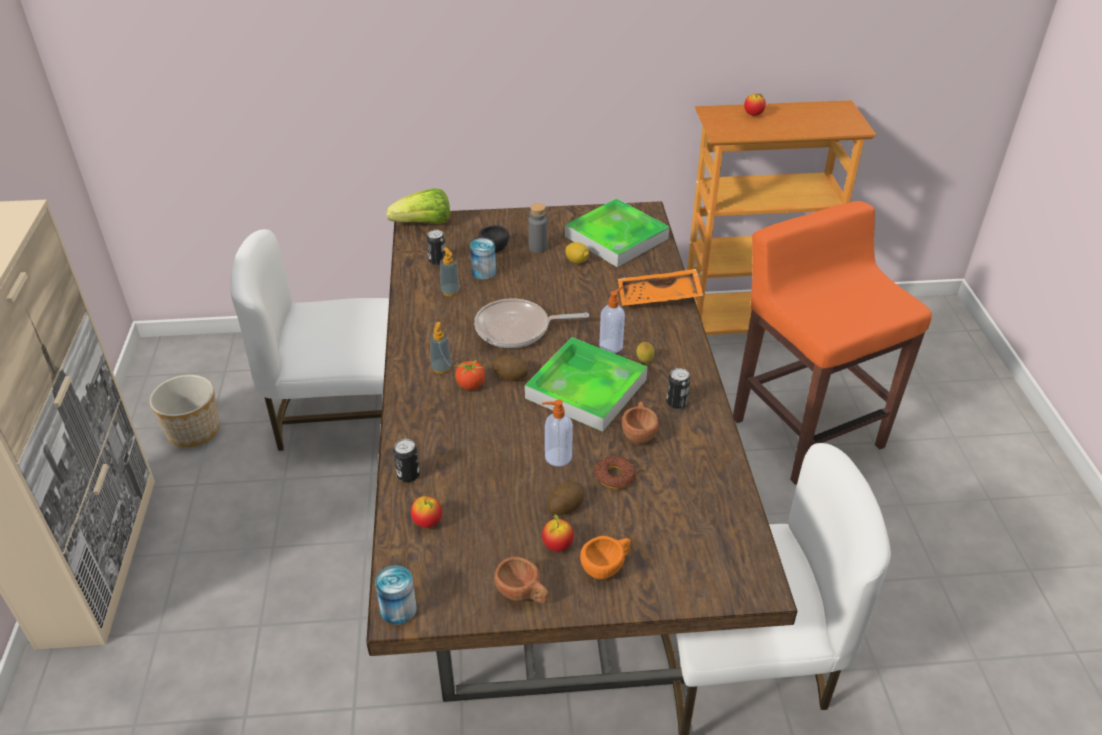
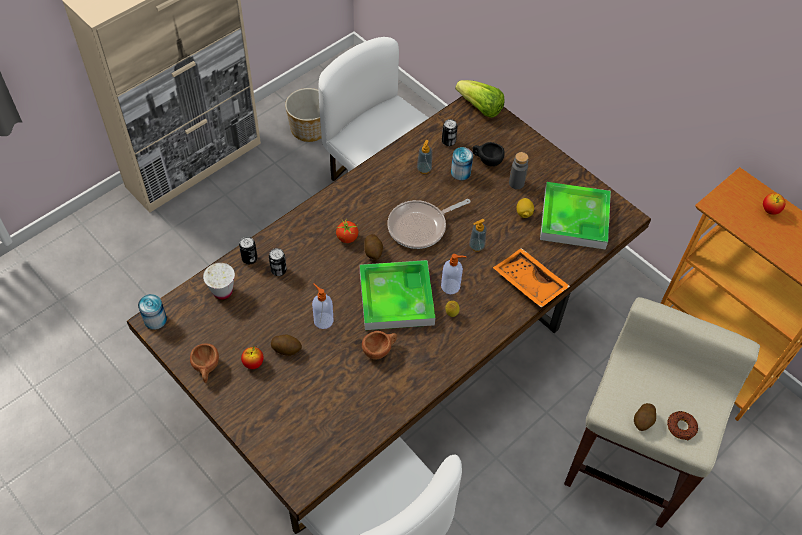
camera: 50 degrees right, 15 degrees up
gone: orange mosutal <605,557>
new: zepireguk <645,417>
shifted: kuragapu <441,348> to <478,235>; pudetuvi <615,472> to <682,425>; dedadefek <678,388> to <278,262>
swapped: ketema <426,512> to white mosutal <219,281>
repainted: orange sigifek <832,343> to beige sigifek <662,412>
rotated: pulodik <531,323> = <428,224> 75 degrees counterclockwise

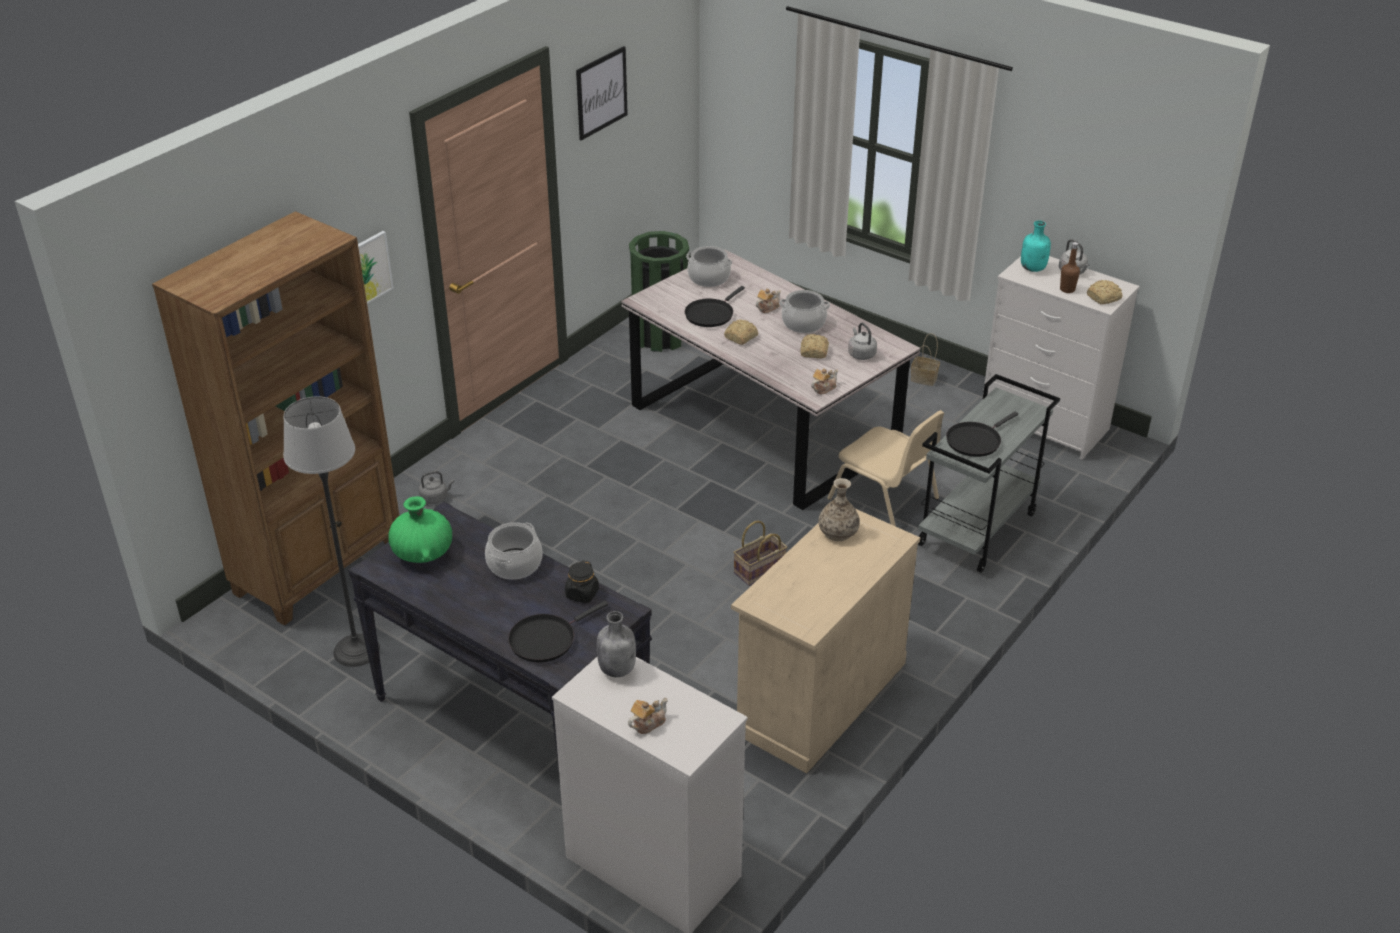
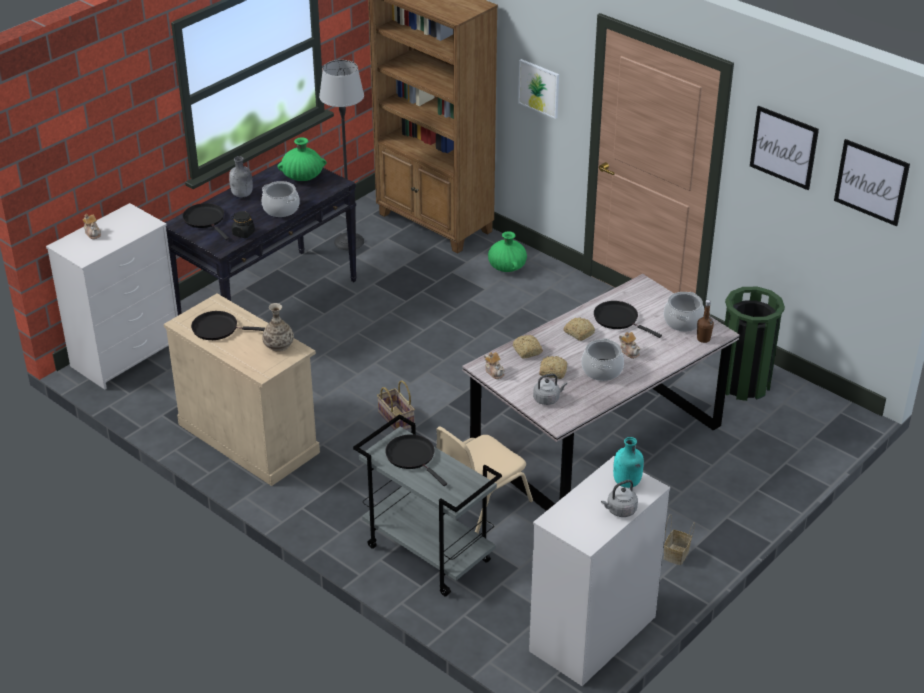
camera: 95 degrees right, 0 degrees up
new: black pulodik <228,325>; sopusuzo <872,182>
shifted: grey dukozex <616,644> to <241,177>; brown dukozex <1070,267> to <705,321>; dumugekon <1105,292> to <528,346>
swapped: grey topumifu <436,487> to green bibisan <507,251>

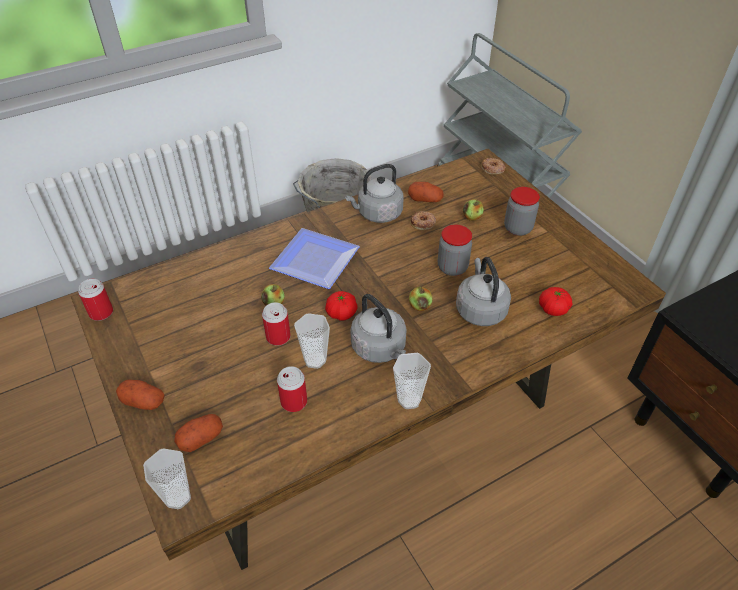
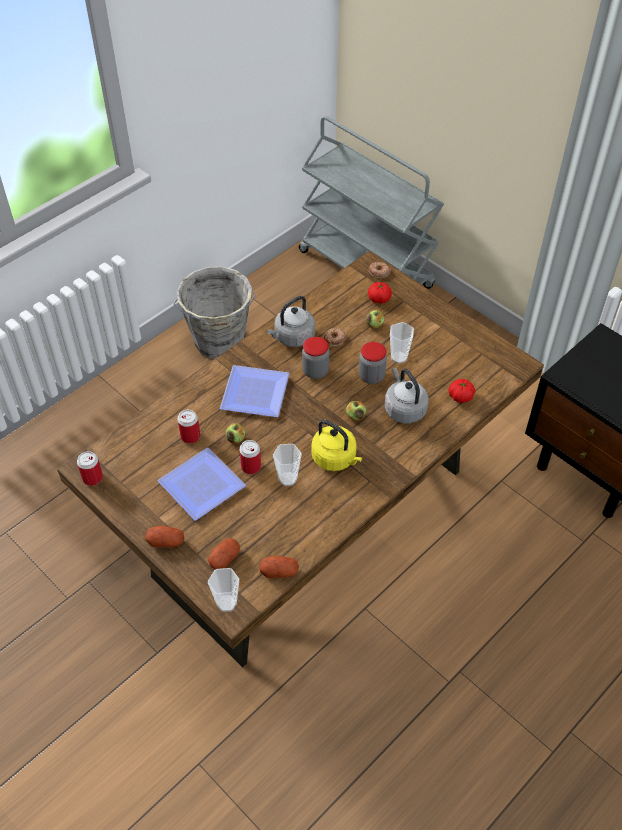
camera: 15 degrees left, 5 degrees up
new: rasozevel <202,484>
shifted: dedadefek <292,389> to <189,427>; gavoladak <341,306> to <380,293>; mosutal <412,381> to <402,343>; zepireguk <426,192> to <279,567>; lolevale <522,211> to <315,358>
repainted: grey topumifu <378,328> to yellow topumifu <336,445>

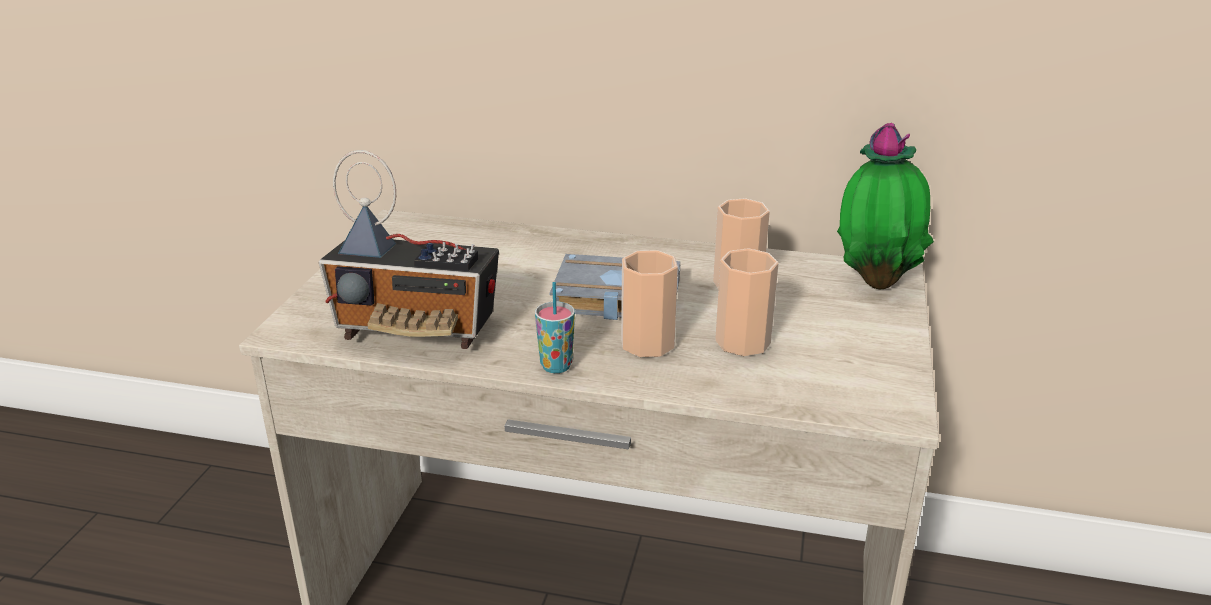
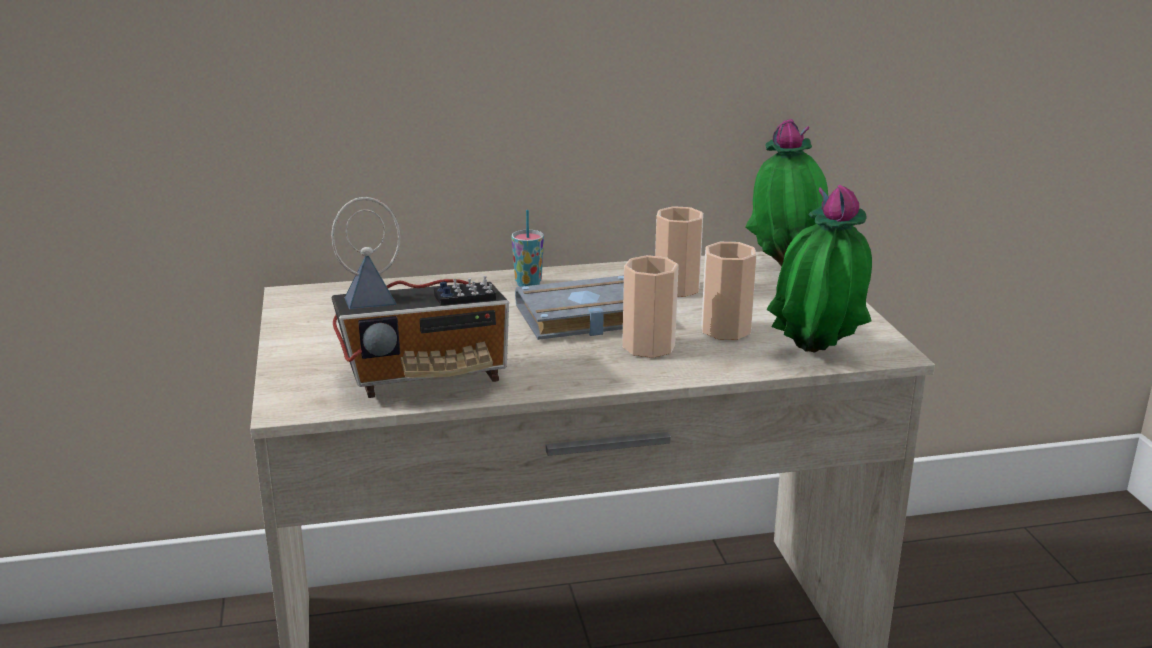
camera: 25 degrees left, 5 degrees down
new: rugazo <819,268>
shifted: mosutal <555,327> to <527,248>

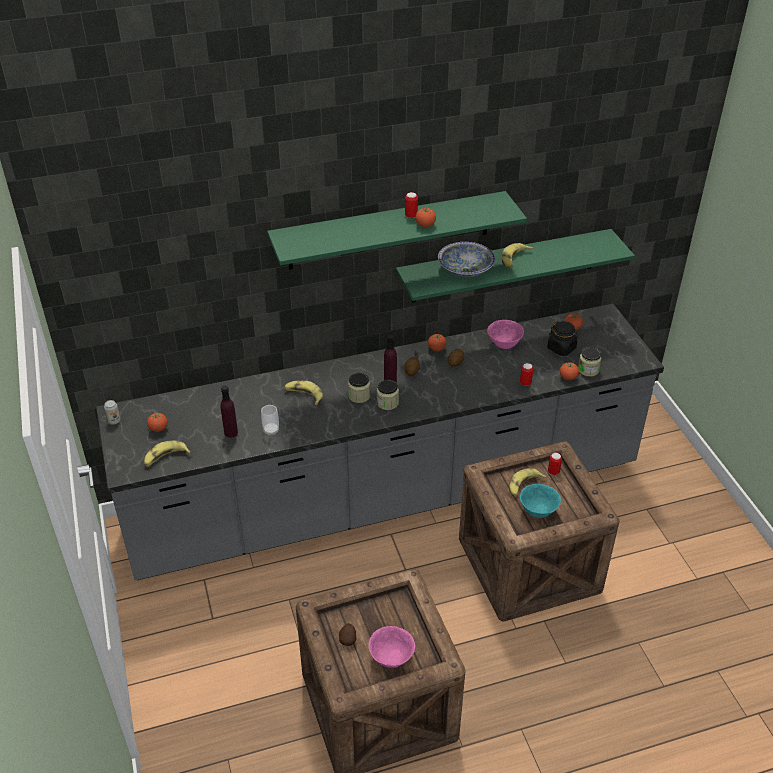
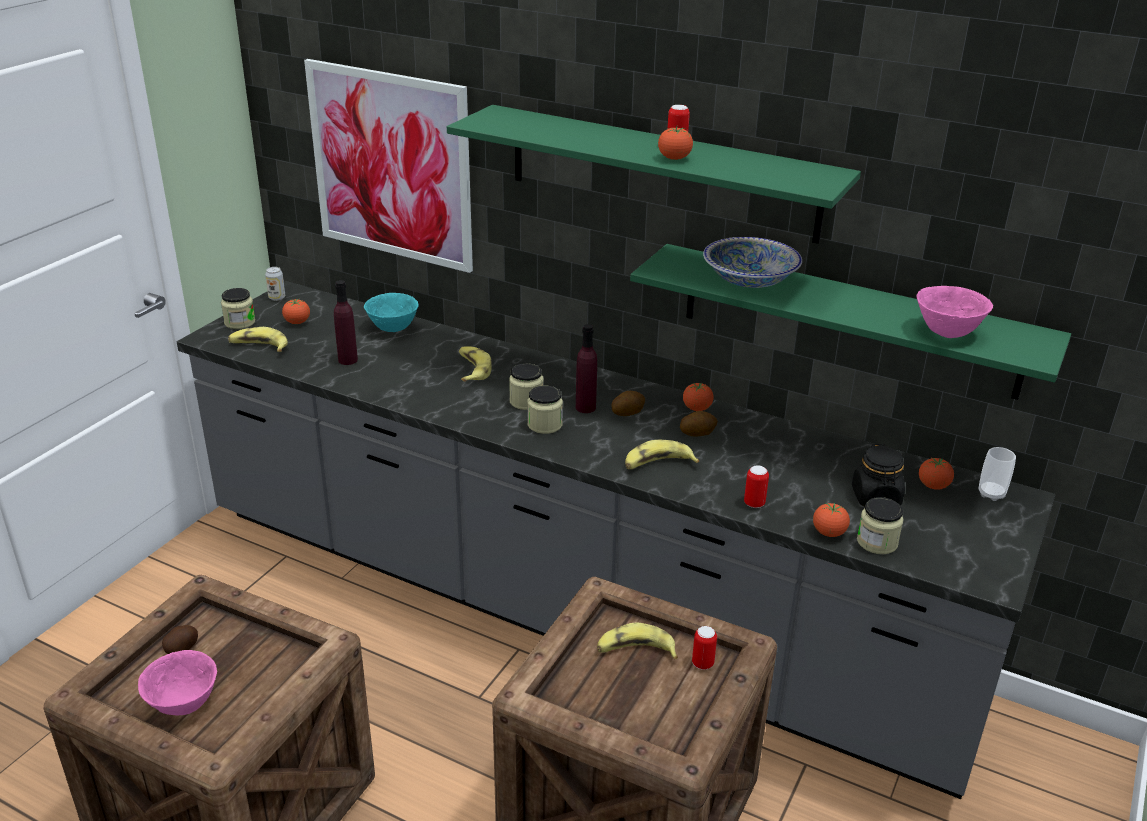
camera: 45 degrees right, 10 degrees down
new: lolevale <238,308>; sopusuzo <388,166>
shifted: mosutal <270,420> to <997,474>; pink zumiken <505,334> to <954,312>; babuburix <517,256> to <662,454>; turquoise zumiken <540,501> to <391,312>

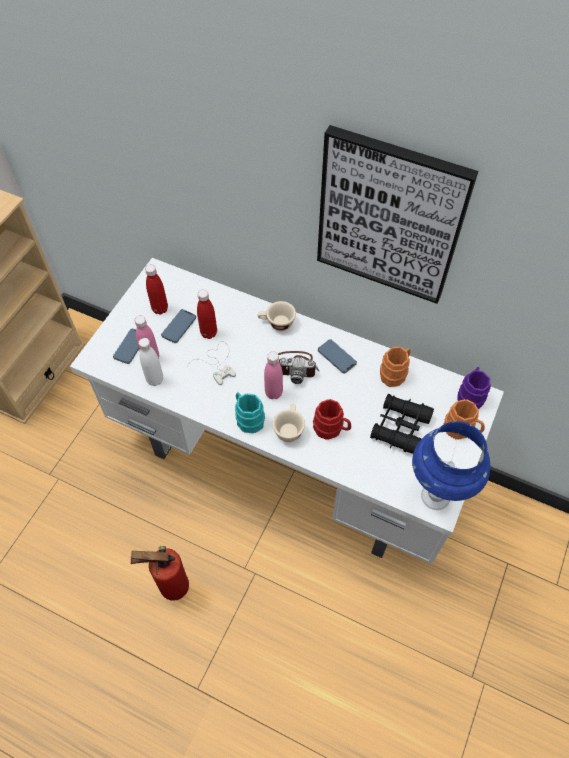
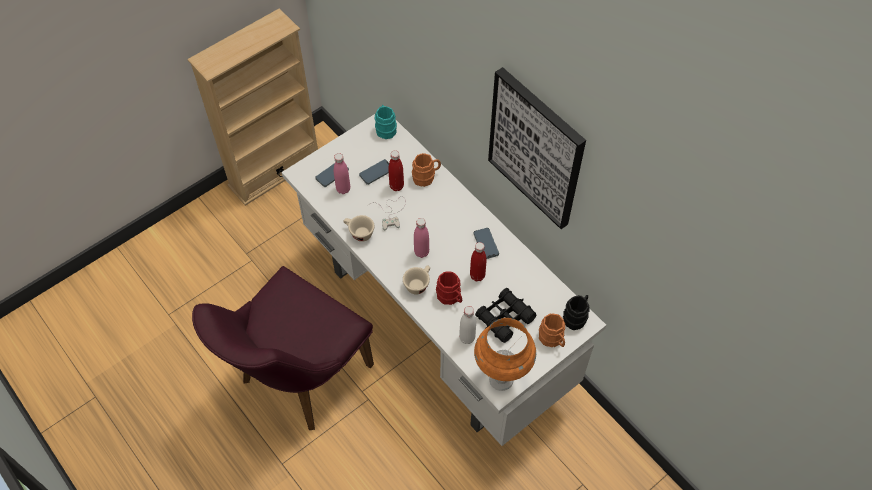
camera: 25 degrees right, 0 degrees up
gone: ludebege <298,367>
shifted: white dukozex <150,362> to <467,325>; red dukozex <156,290> to <478,261>; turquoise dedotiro <250,412> to <386,122>; beige mosutal <276,316> to <359,228>; orange dedotiro <395,367> to <426,170>
swapped: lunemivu <160,573> to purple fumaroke <283,348>
repainted: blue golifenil <451,465> to orange golifenil <505,354>; purple dedotiro <474,388> to black dedotiro <576,312>

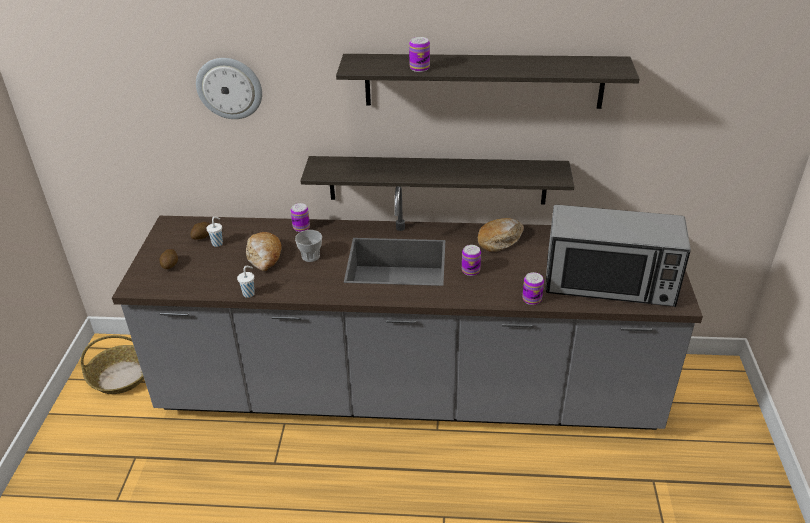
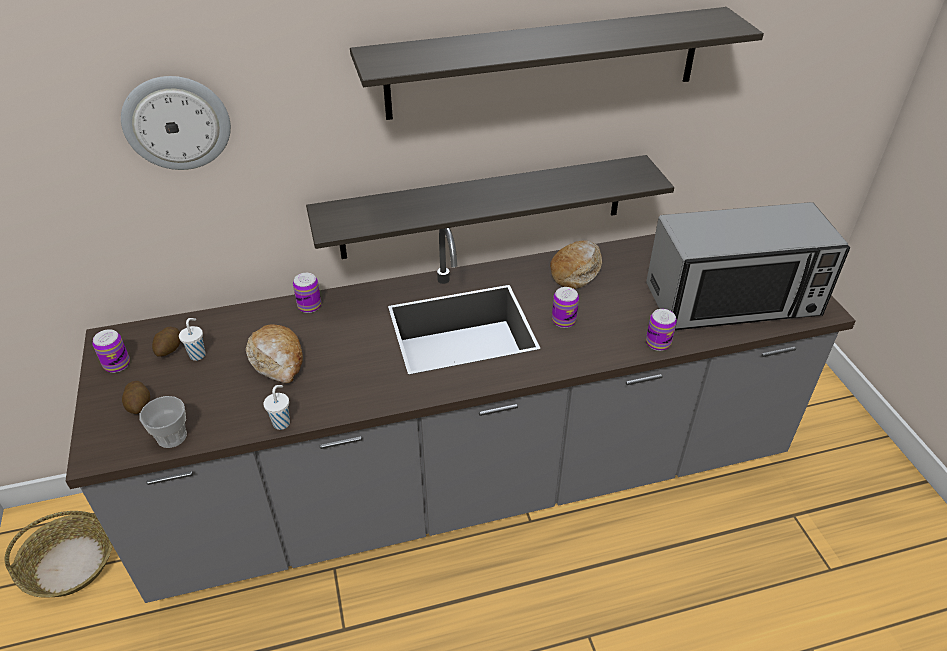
camera: 20 degrees left, 5 degrees up
shifted: mosutal <308,246> to <163,422>; dedadefek <419,54> to <111,351>

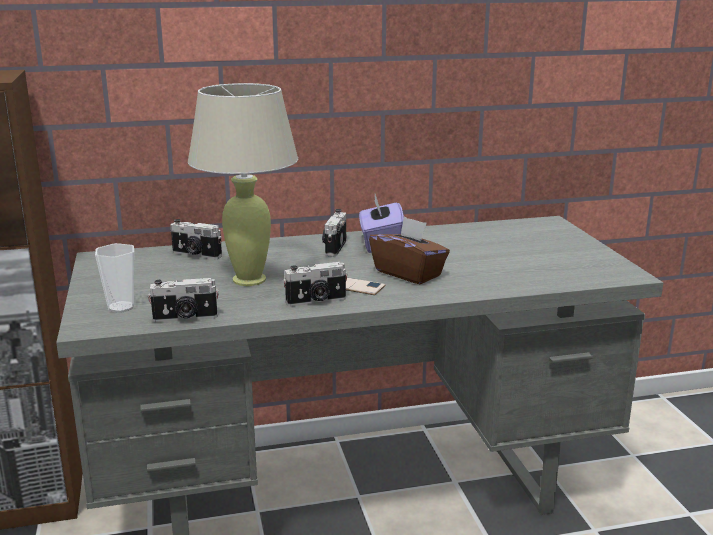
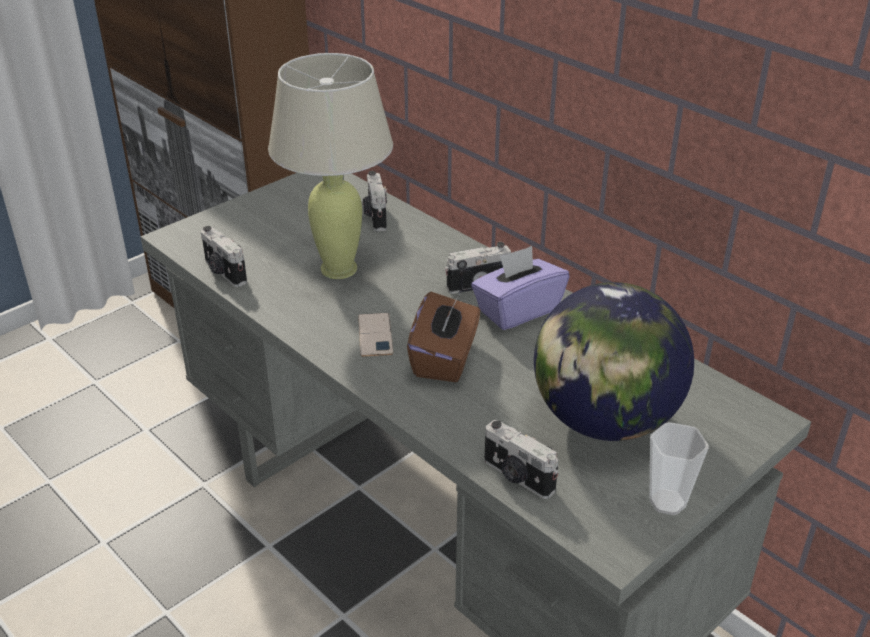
camera: 60 degrees right, 15 degrees up
new: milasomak <614,361>
shifted: mosutal <114,278> to <679,468>; ludebege <315,284> to <521,459>

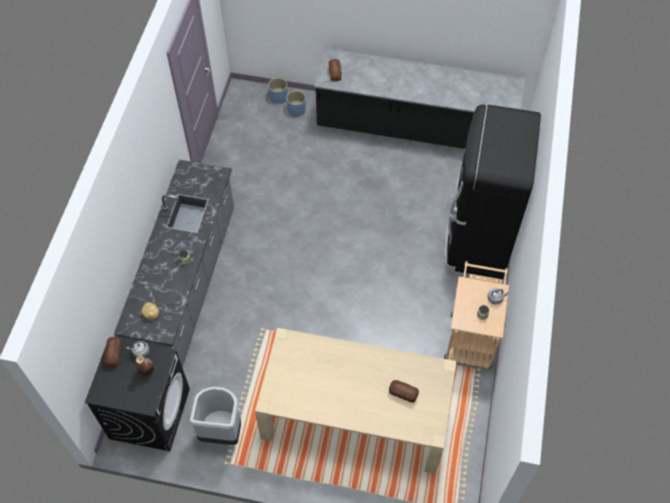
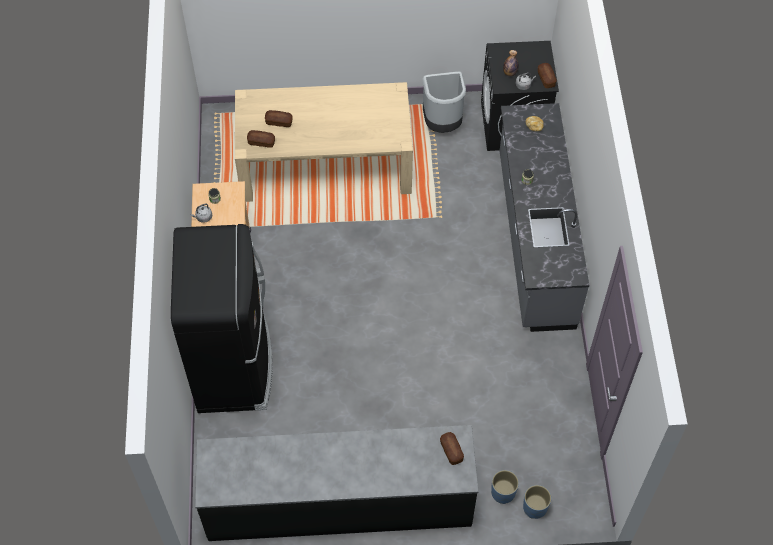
camera: 165 degrees right, 0 degrees up
new: dumugekon <261,139>

